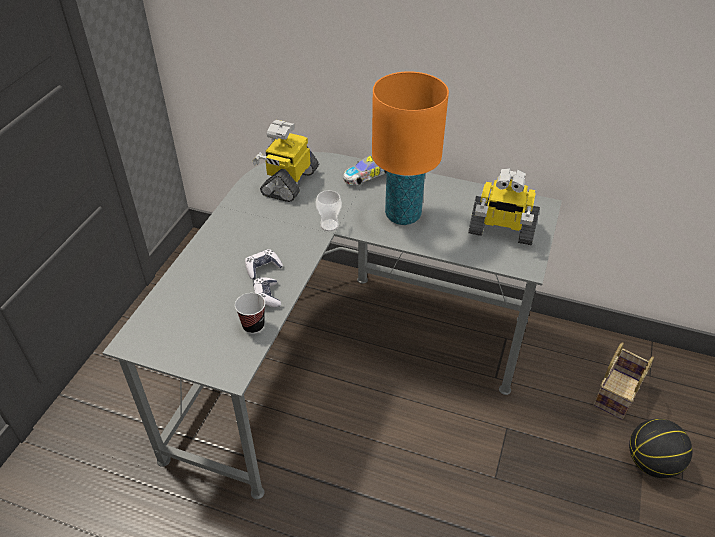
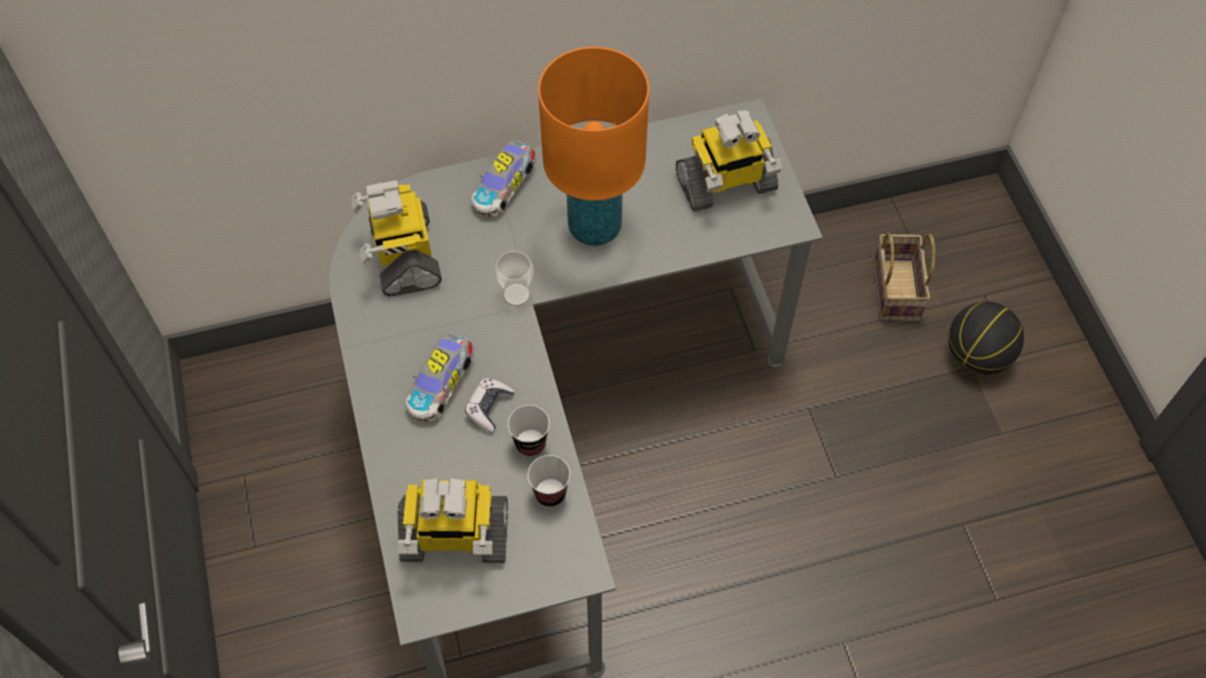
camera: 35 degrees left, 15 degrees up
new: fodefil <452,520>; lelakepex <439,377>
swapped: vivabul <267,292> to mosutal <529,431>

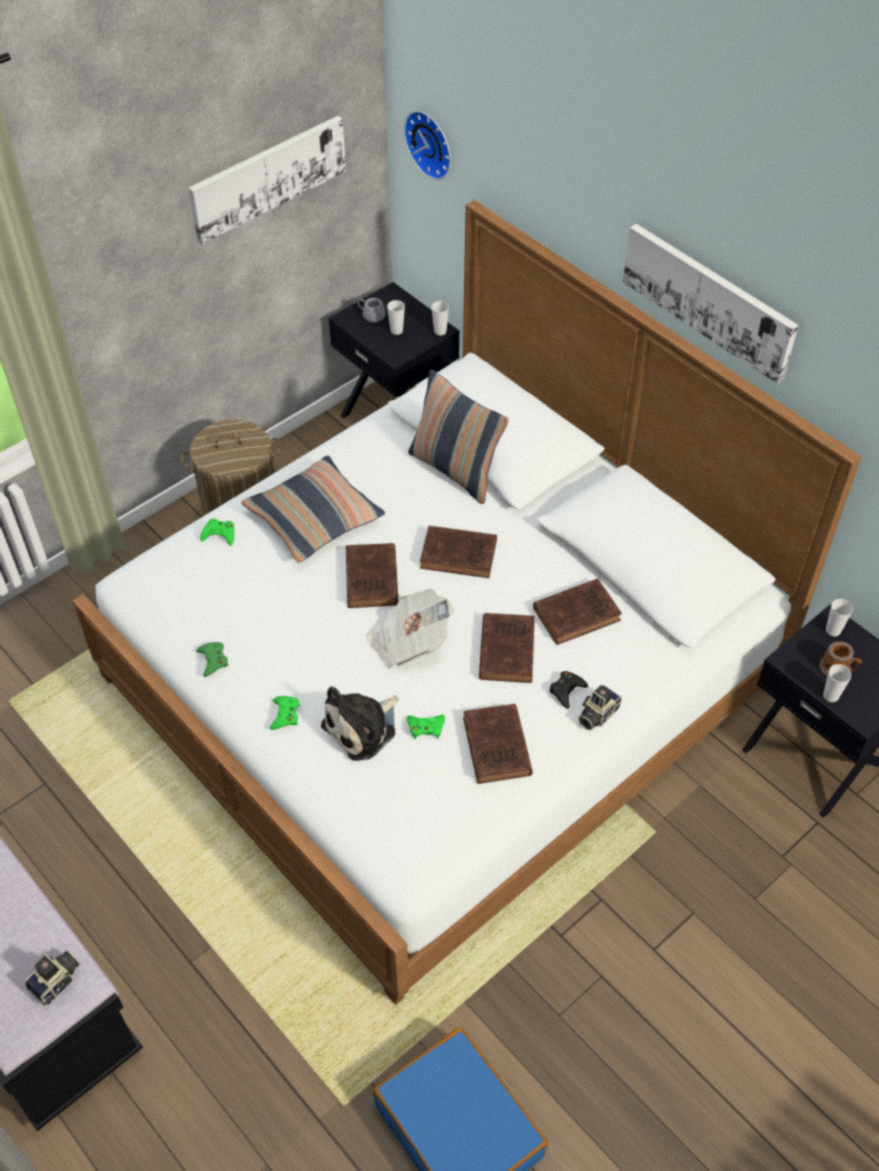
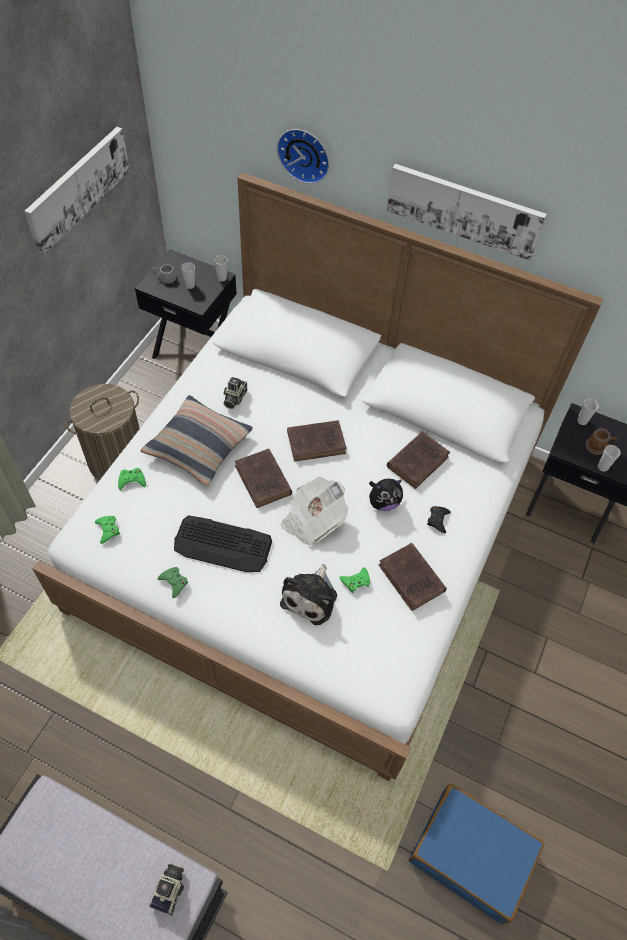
camera: 25 degrees left, 5 degrees up
gone: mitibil <458,436>
new: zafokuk <223,543>
shifted: green vivabul <285,713> to <107,530>; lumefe <427,145> to <303,156>; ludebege <600,707> to <235,393>
swapped: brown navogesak <507,648> to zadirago <386,495>

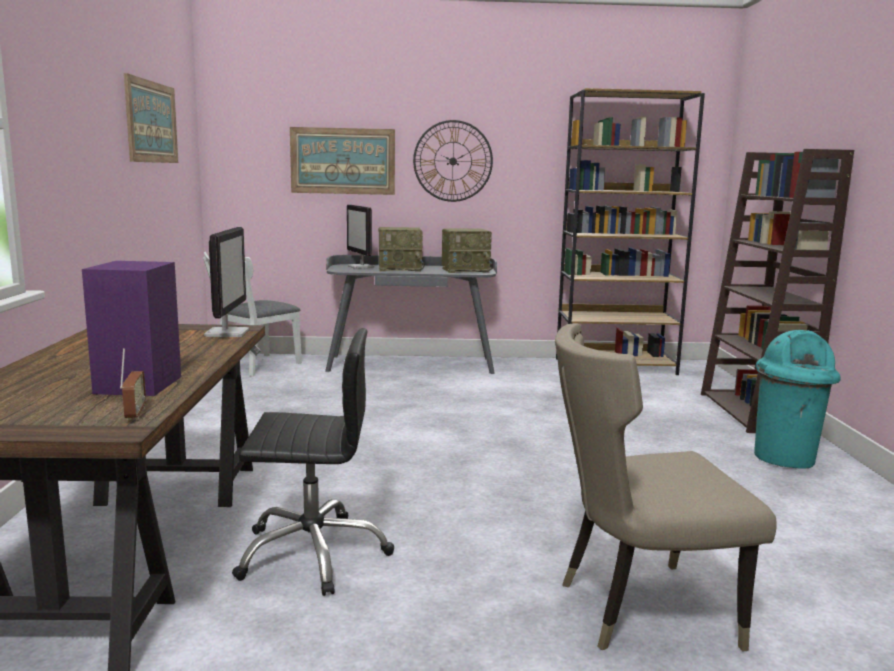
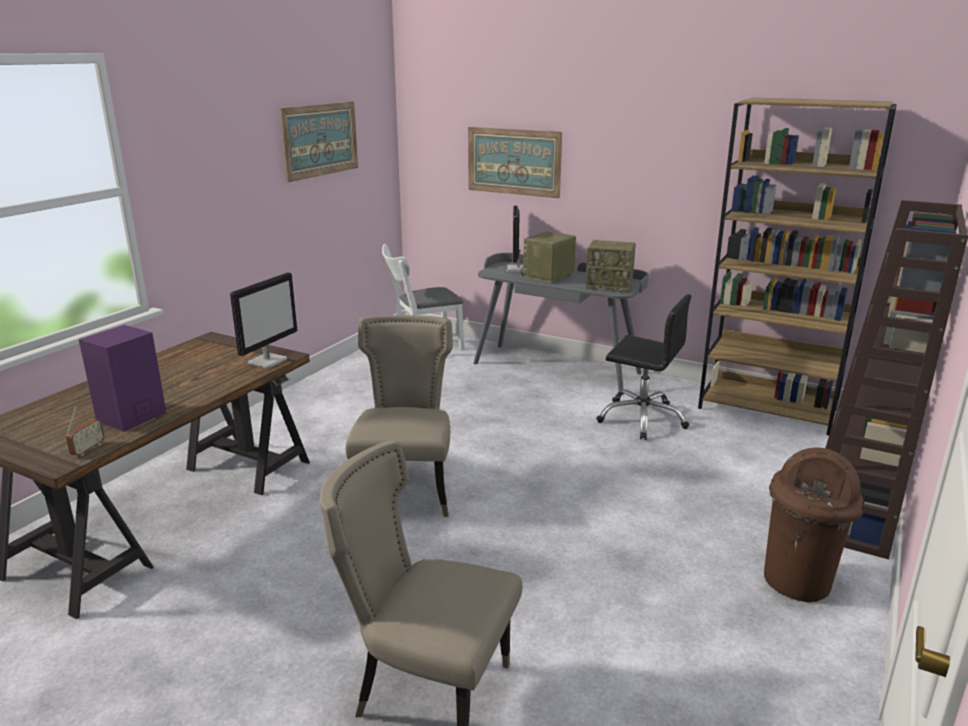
camera: 30 degrees right, 10 degrees up
gone: lumefe <453,161>
new: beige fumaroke <399,416>
shifted: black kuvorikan <313,462> to <644,367>
repainted: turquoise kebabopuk <797,399> to brown kebabopuk <814,524>
rotated: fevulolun <401,249> = <548,257> 105 degrees clockwise

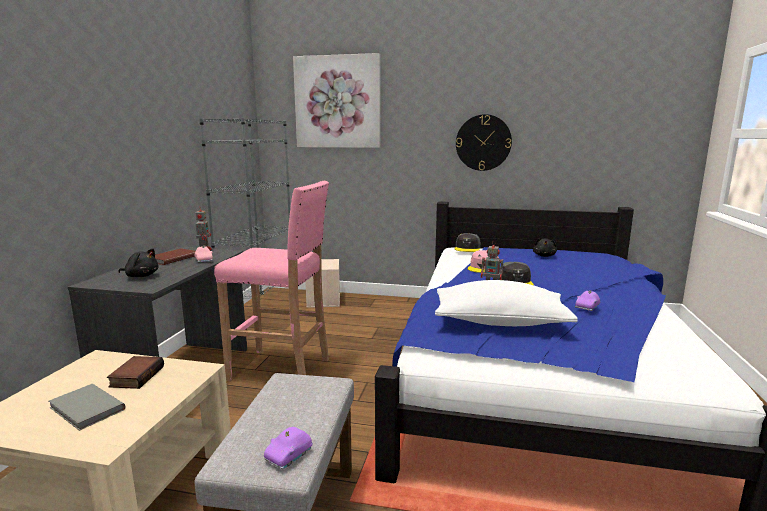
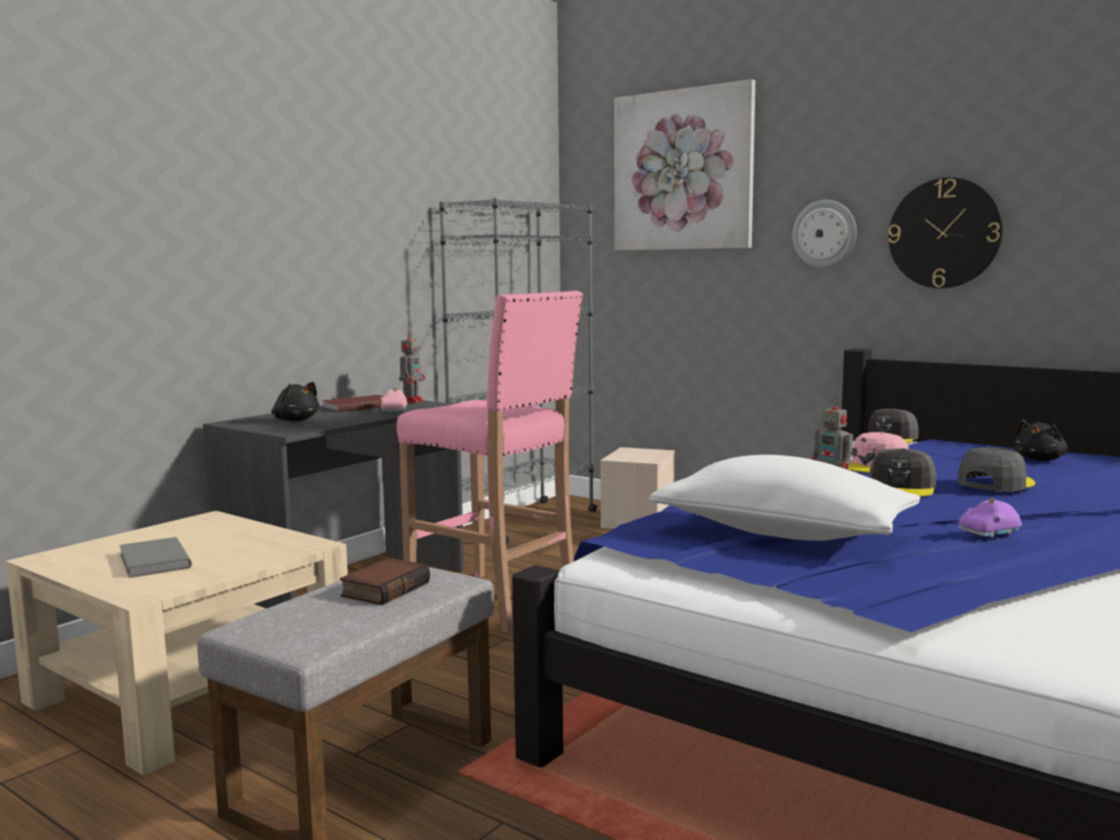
camera: 25 degrees right, 5 degrees down
gone: purple lelakepex <288,448>
new: lumefe <824,234>; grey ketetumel <996,469>
shifted: navogesak <135,372> to <385,581>

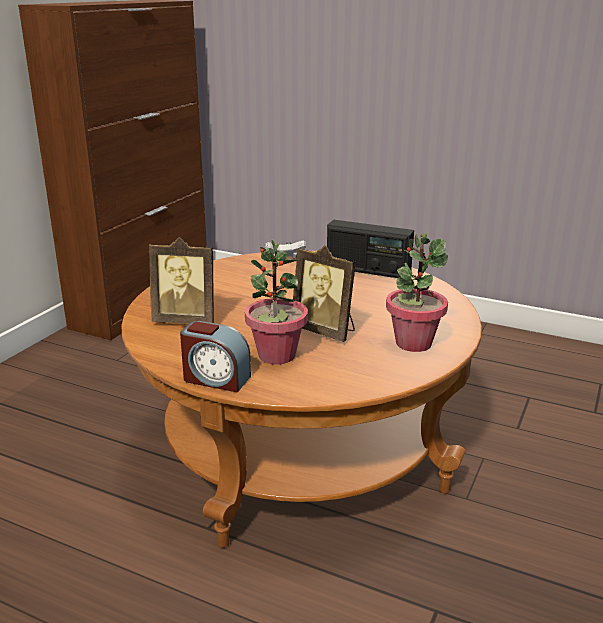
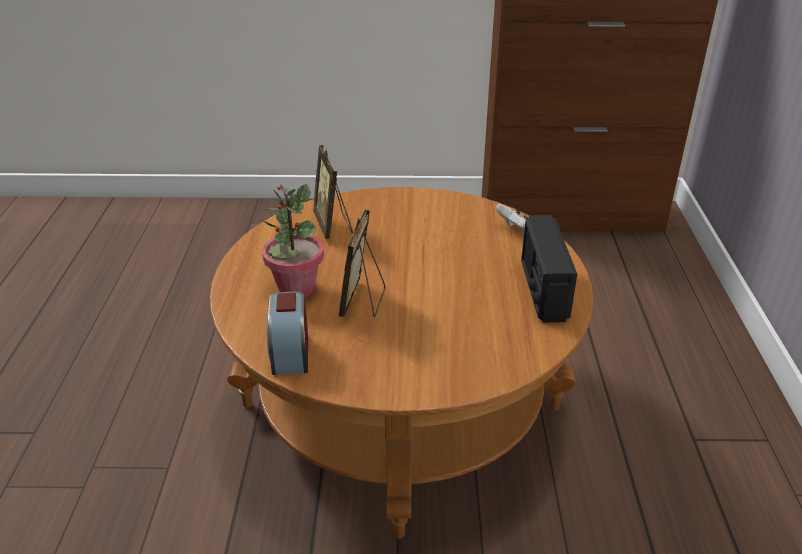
camera: 65 degrees right, 10 degrees up
gone: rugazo <417,292>
shifted: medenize <215,356> to <287,333>

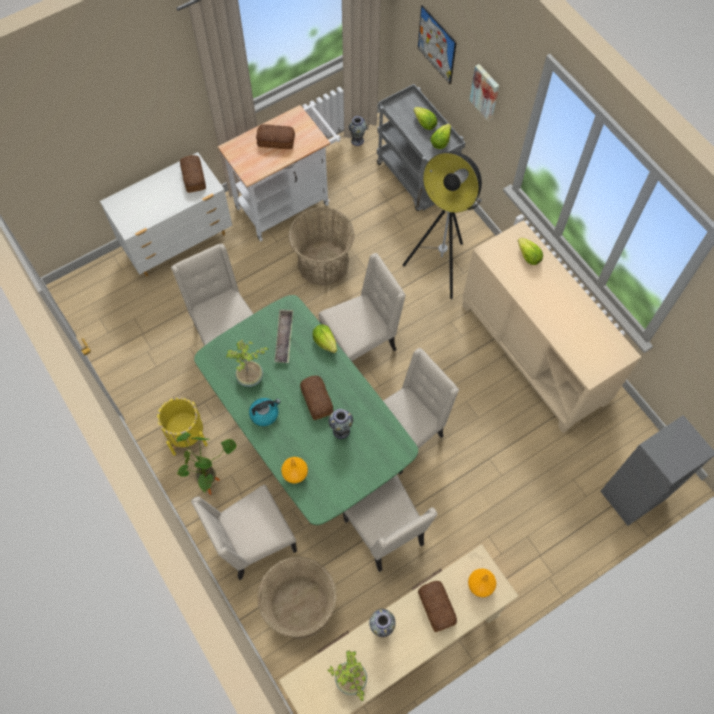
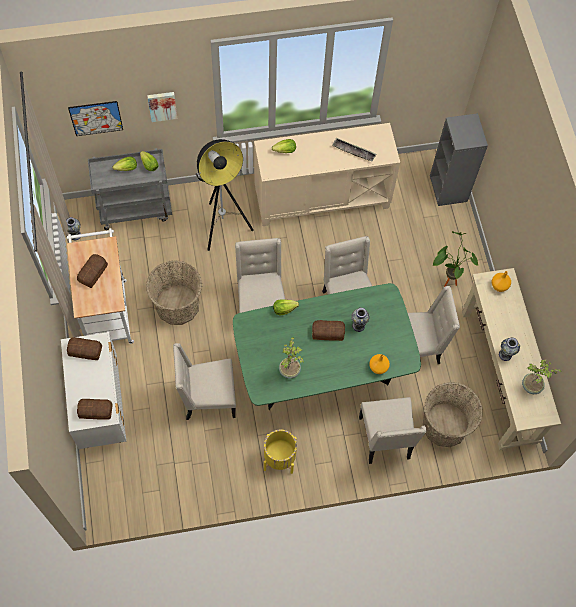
camera: 70 degrees left, 0 degrees up
gone: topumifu <265,412>
shifted: rugazo <207,463> to <455,259>; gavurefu <283,336> to <354,150>; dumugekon <437,606> to <95,409>

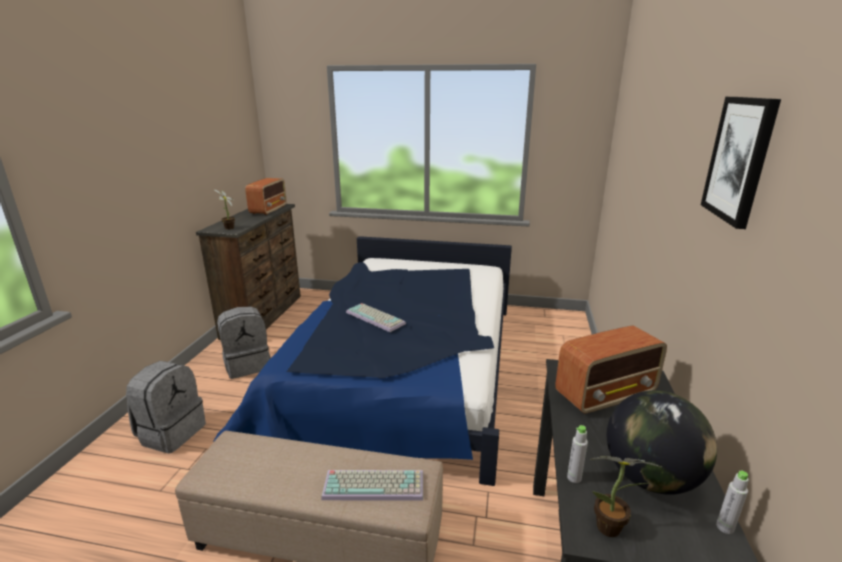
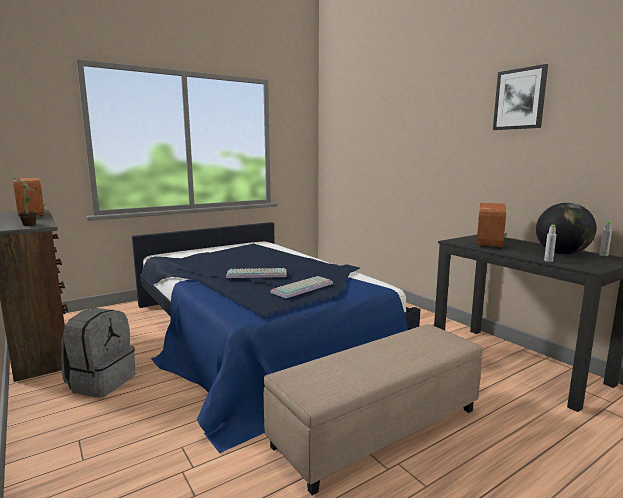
camera: 45 degrees left, 10 degrees down
gone: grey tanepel <166,407>; rugazo <626,496>
shifted: zafokuk <372,485> to <301,287>

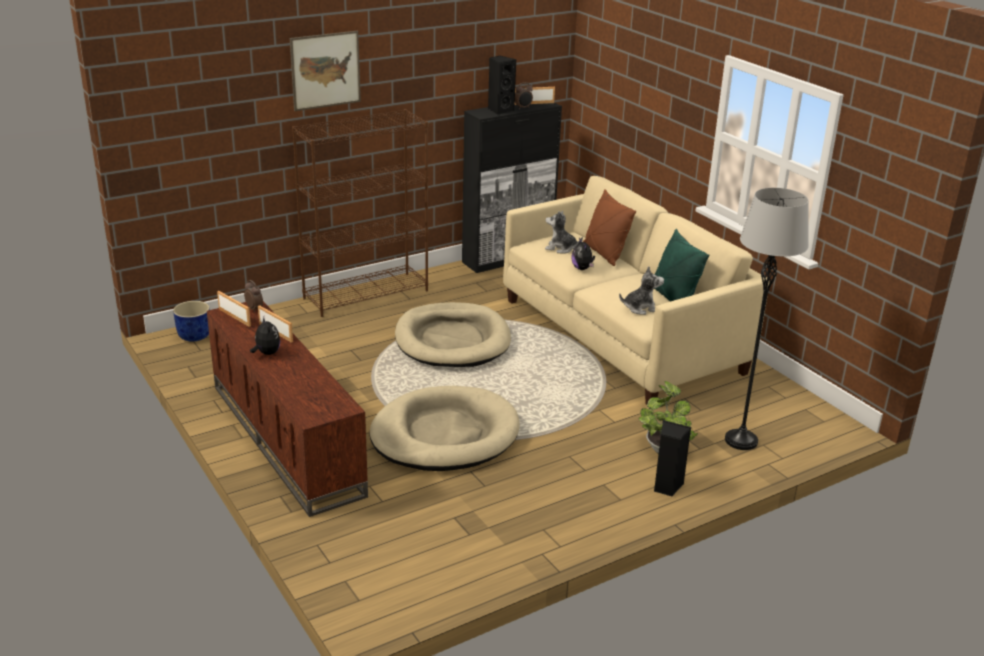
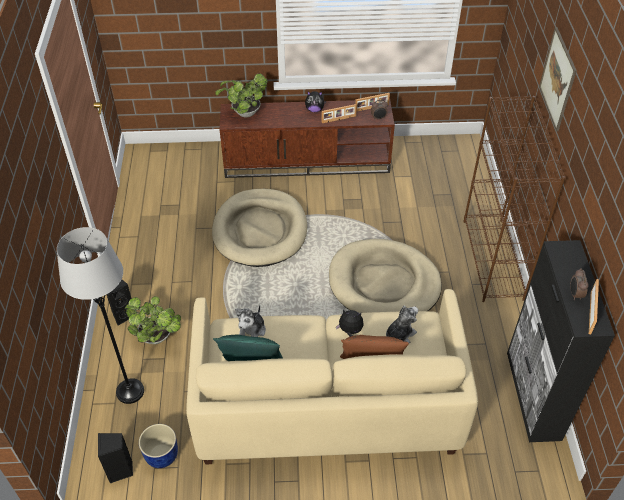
camera: 120 degrees right, 20 degrees up
new: rugazo <241,95>
shifted: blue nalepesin <191,321> to <158,446>; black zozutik <502,85> to <115,458>

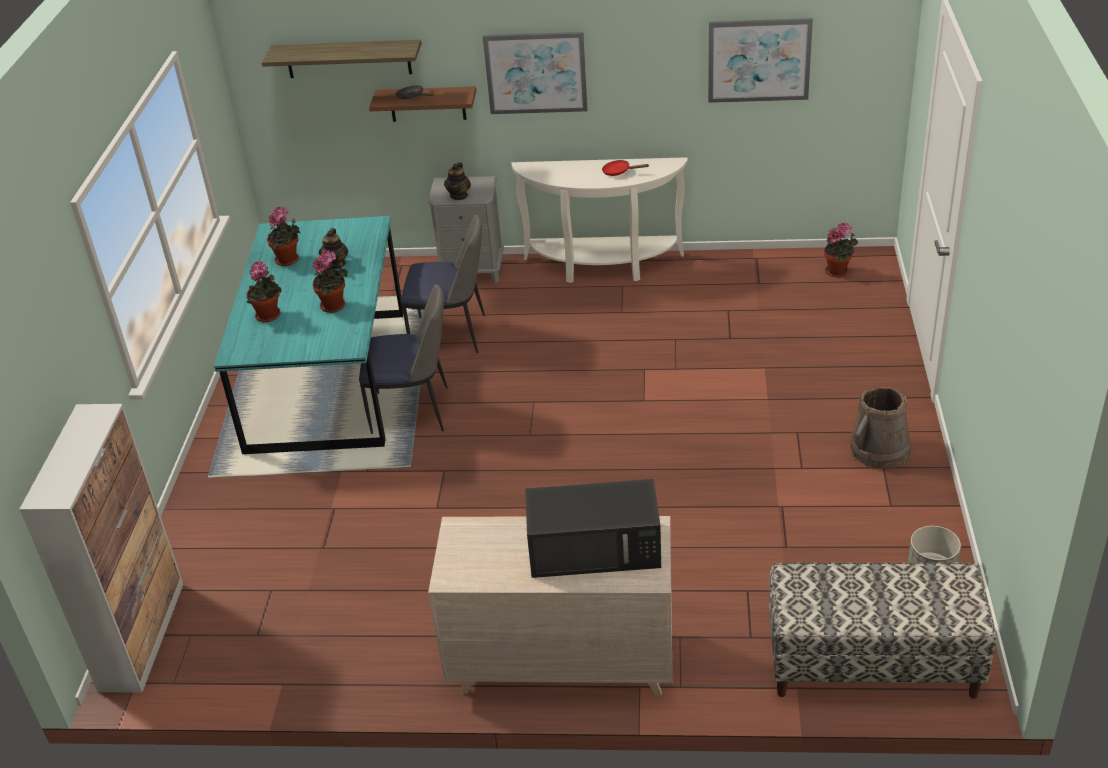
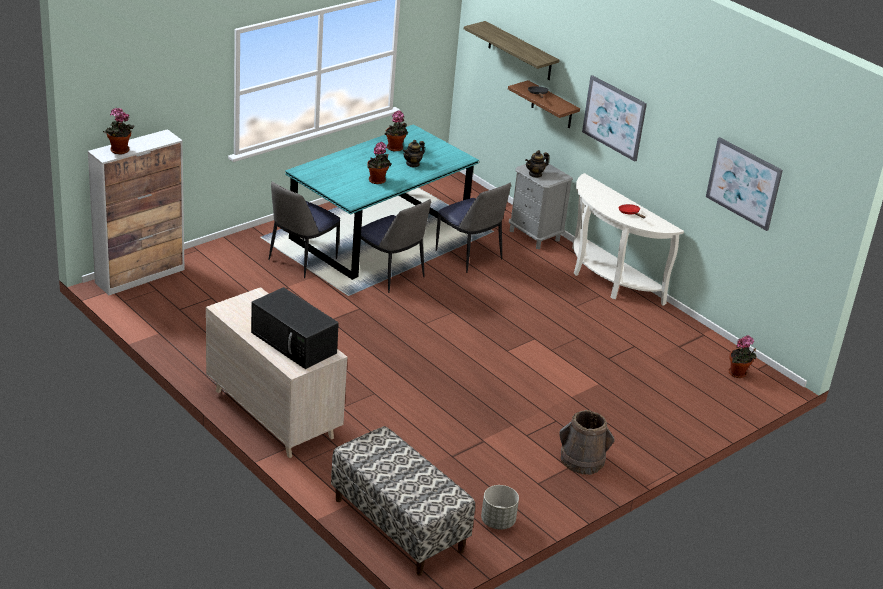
camera: 40 degrees right, 5 degrees down
new: fumaroke <304,230>
shifted: rugazo <263,291> to <118,131>

